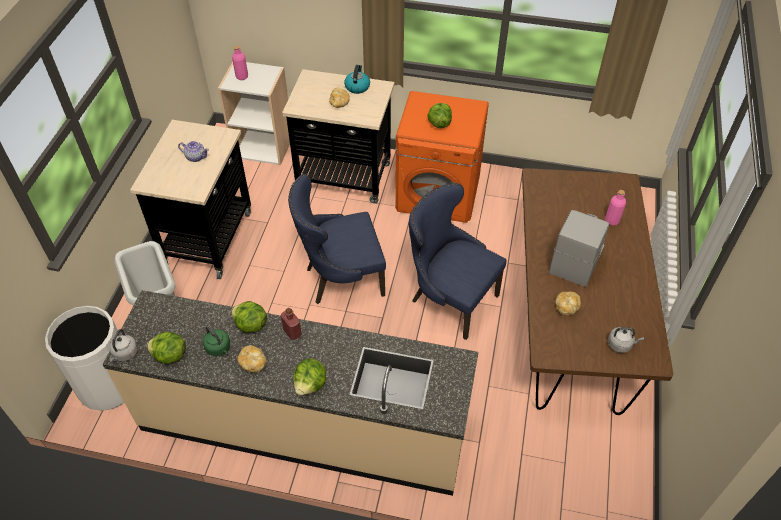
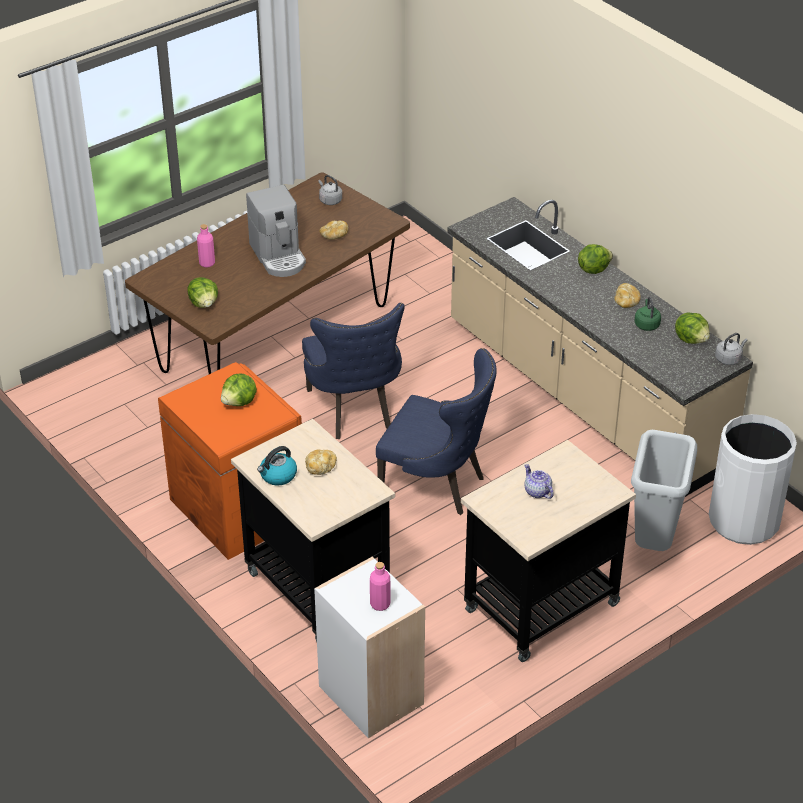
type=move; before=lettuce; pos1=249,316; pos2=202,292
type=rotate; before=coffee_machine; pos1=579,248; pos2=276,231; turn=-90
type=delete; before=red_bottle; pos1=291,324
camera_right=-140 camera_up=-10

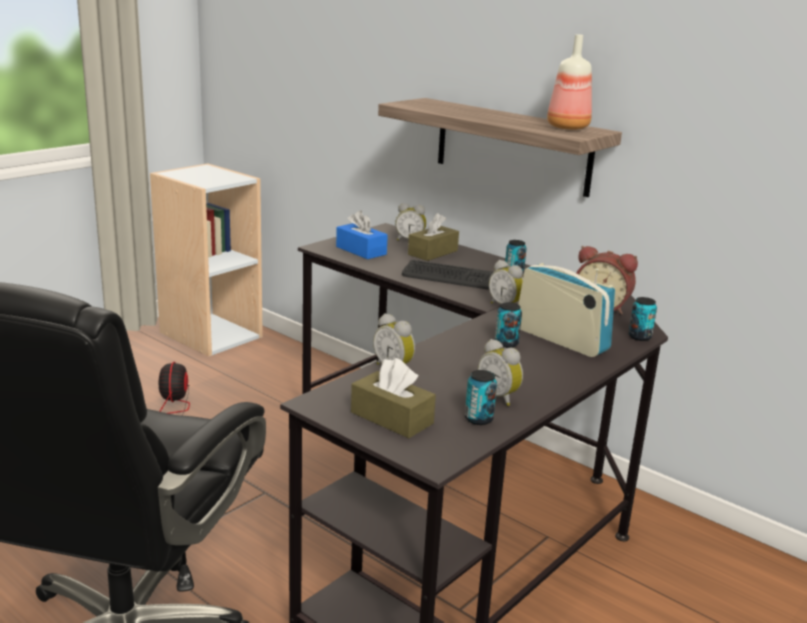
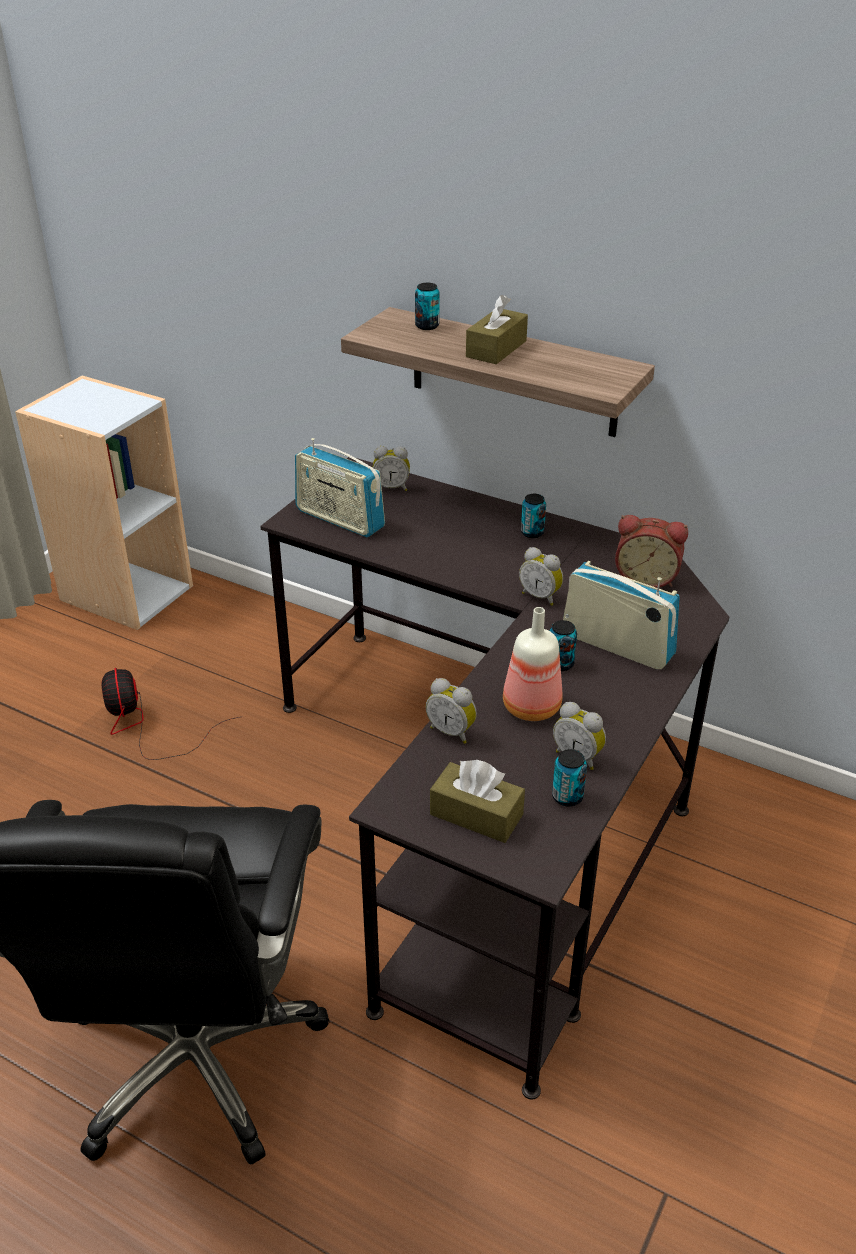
type=replace; before=blue_tissue_box; after=radio; pos1=362,235; pos2=340,487
type=move; before=can; pos1=643,319; pos2=427,306
type=move; before=brown_tissue_box; pos1=433,237; pos2=497,329
type=move; before=bottle; pos1=569,82; pos2=532,664
type=delete; before=keyboard; pos1=447,275
camera_right=-10 camera_up=15

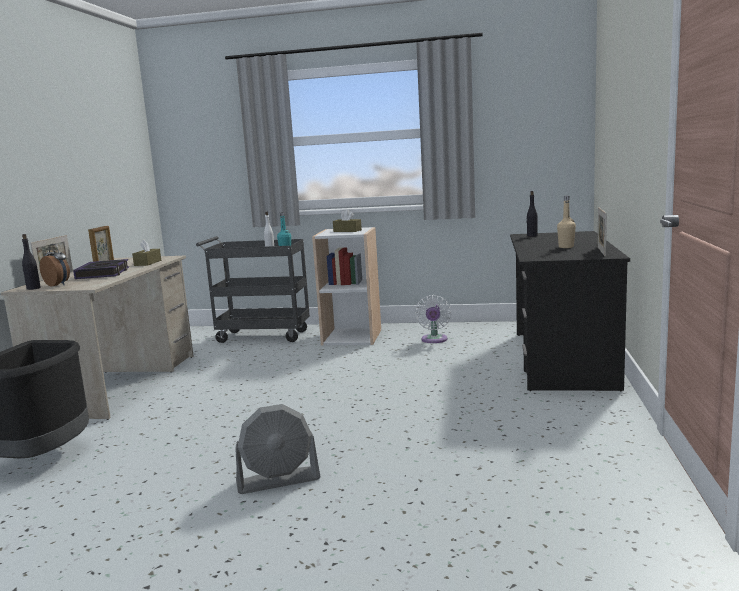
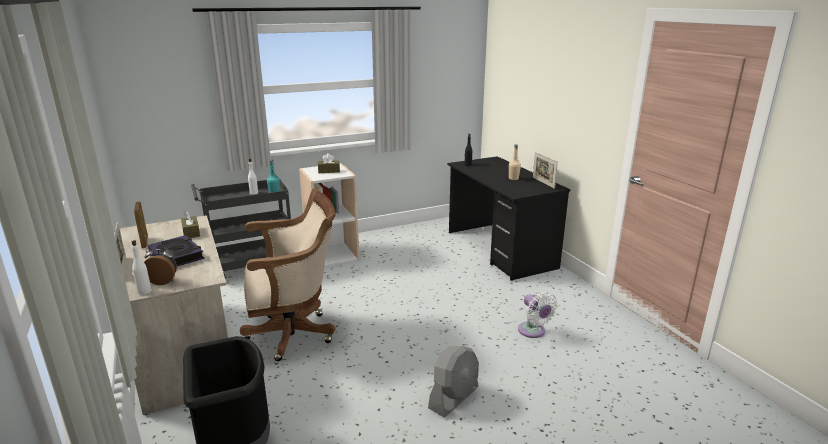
type=recolor; before=black_bottle; after=white_bottle; pos1=31,262; pos2=141,267
type=insert; after=office_chair; pos2=288,274
type=move; before=white_fan; pos1=433,319; pos2=538,315
camera_right=-35 camera_up=10

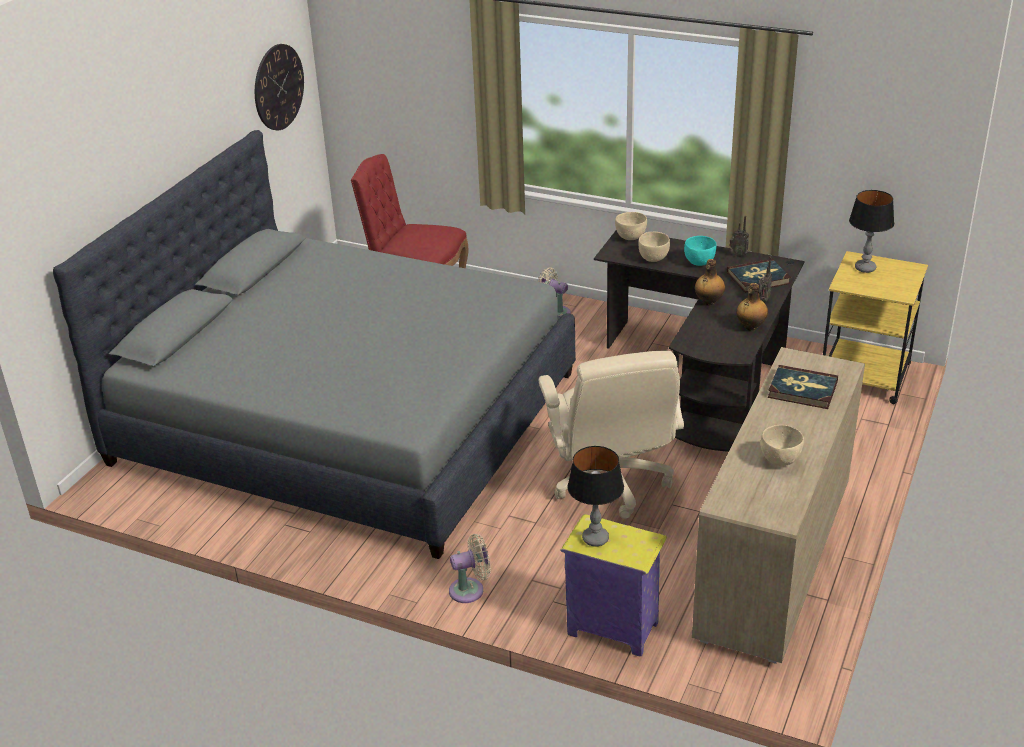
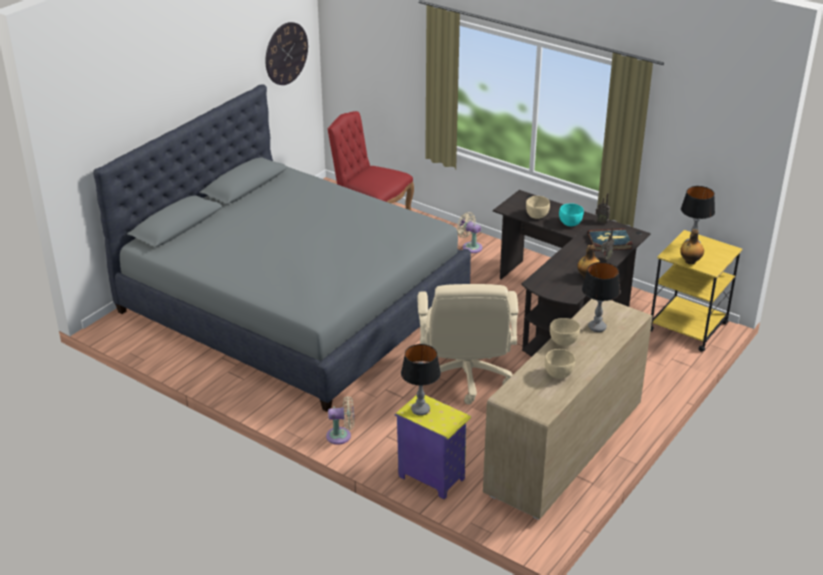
type=move; before=beige_bowl; pos1=631,226; pos2=565,332
type=replace; before=book; after=table_lamp; pos1=803,387; pos2=601,297
type=move; before=bottle; pos1=710,282; pos2=692,246
camera_right=10 camera_up=0

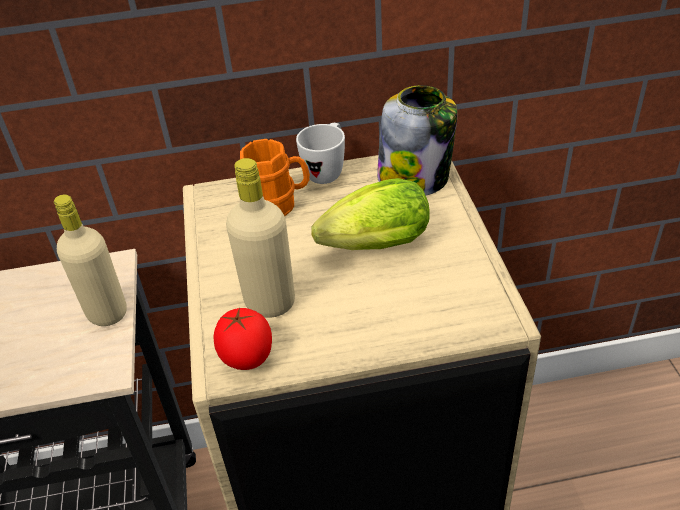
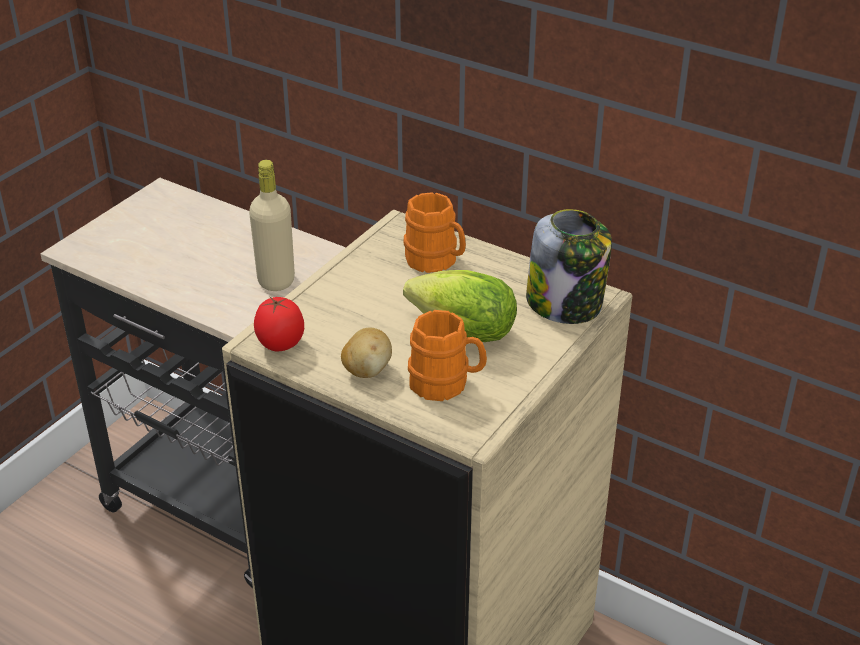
type=insert; after=potato; pos2=366,352
type=insert; after=orange_mug; pos2=447,355
type=delete; before=beige_bottle; pos1=260,238
type=delete; before=white_mug; pos1=320,153
camera_right=40 camera_up=-5

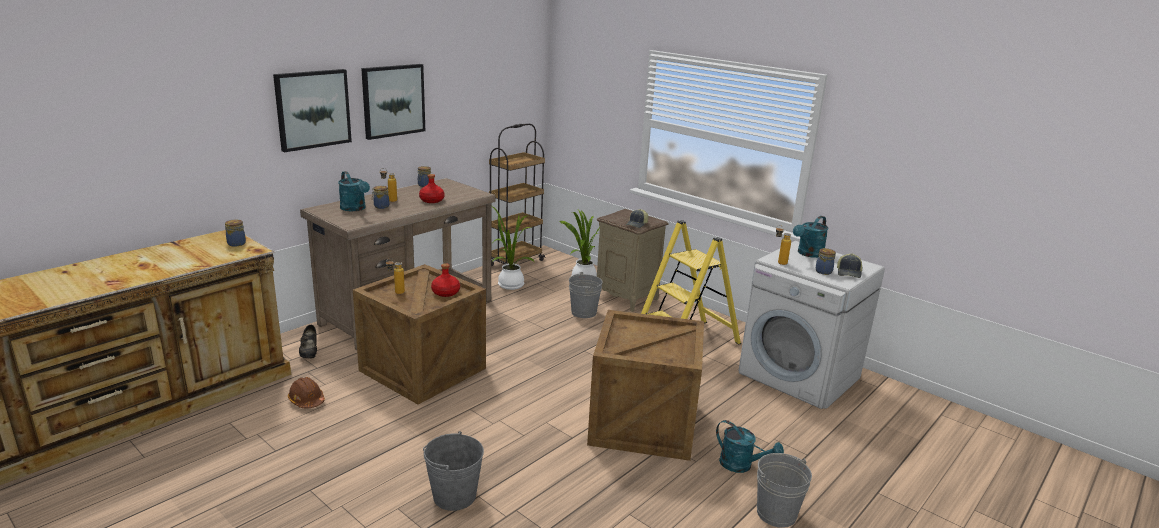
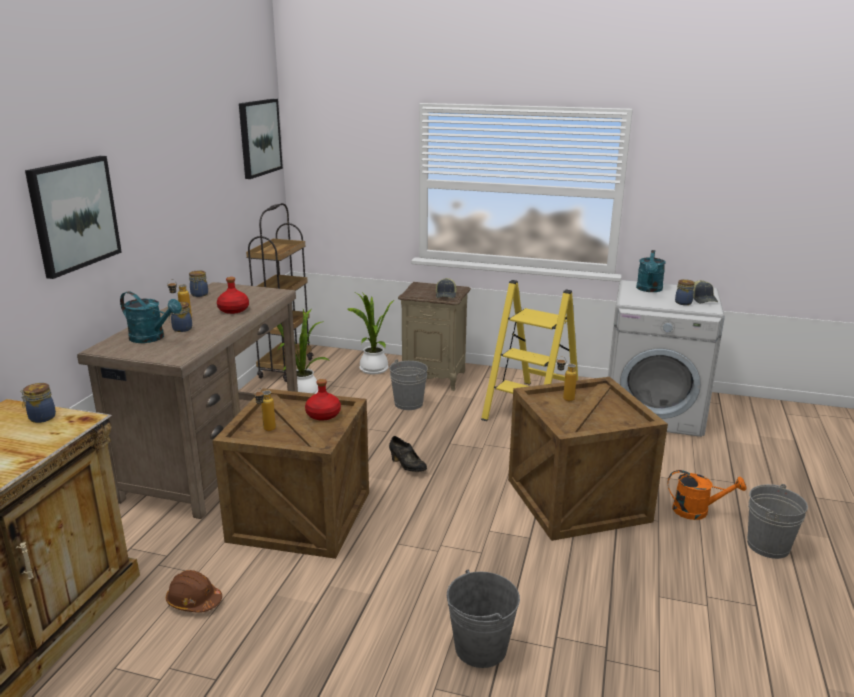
type=move; before=picture; pos1=393,102; pos2=261,139
type=move; before=black_shoe; pos1=308,342; pos2=408,454
type=move; before=bottle; pos1=783,245; pos2=566,378
type=recolor; before=turquoise_watering_can; after=orange_watering_can; pos1=750,446; pos2=707,495
camera_right=-25 camera_up=0

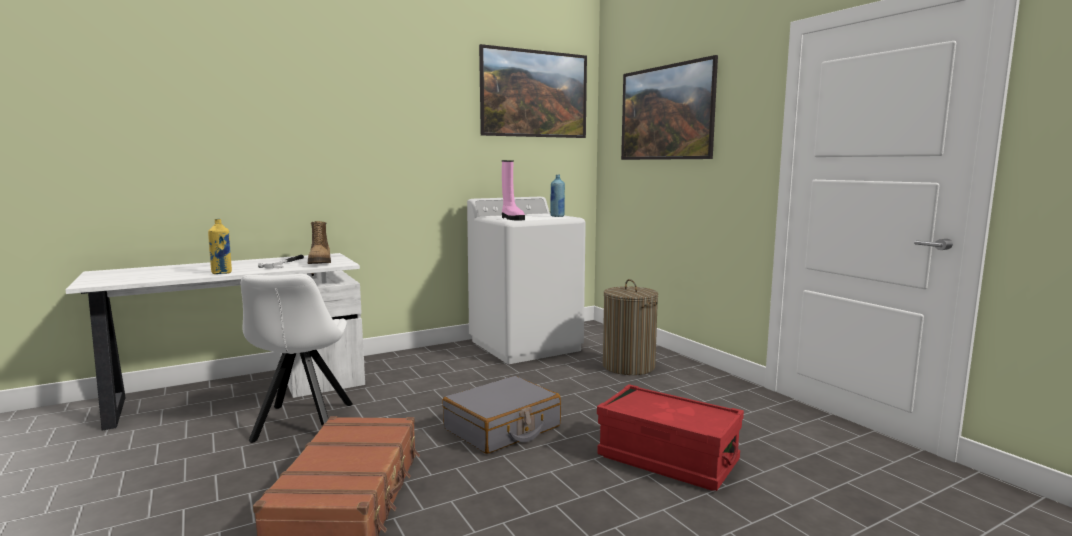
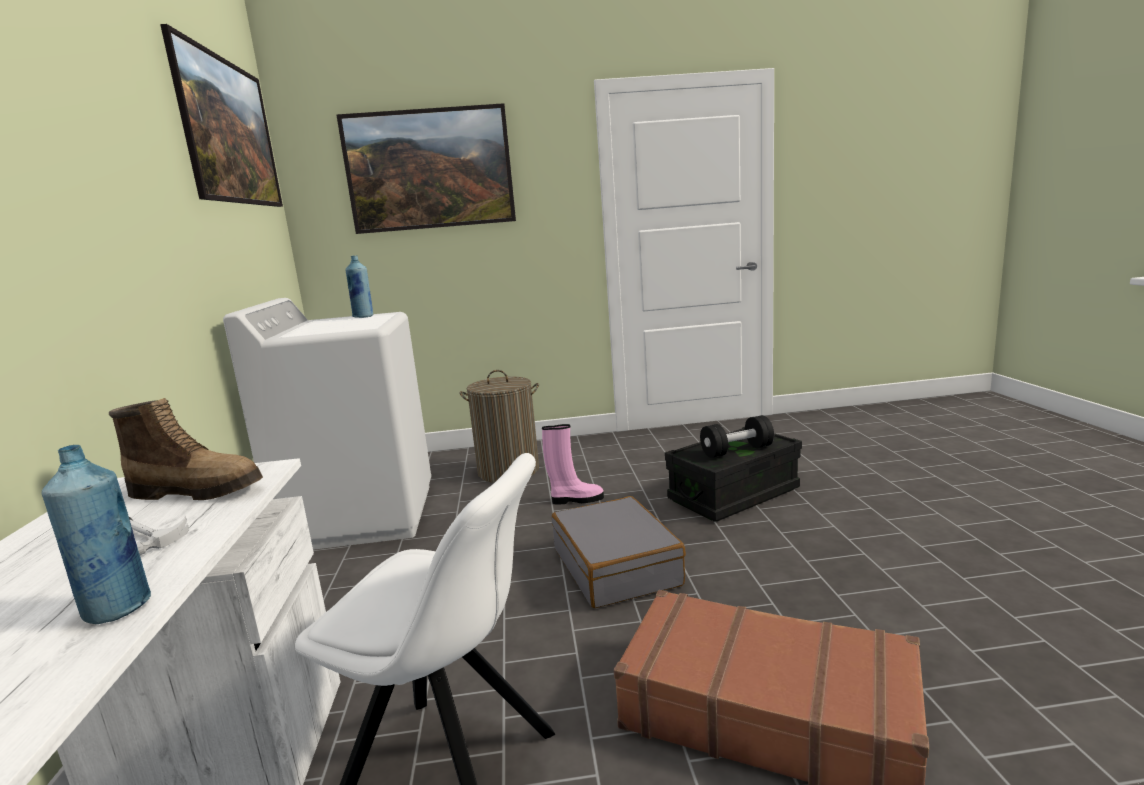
type=recolor; before=yellow_bottle; after=blue_bottle; pos1=220,246; pos2=96,534
type=move; before=pink_boot; pos1=513,190; pos2=573,464
type=recolor; before=red_storage_box; after=black_storage_box; pos1=670,437; pos2=733,474
type=insert; after=black_dumbbell; pos2=737,436
camera_right=-65 camera_up=5

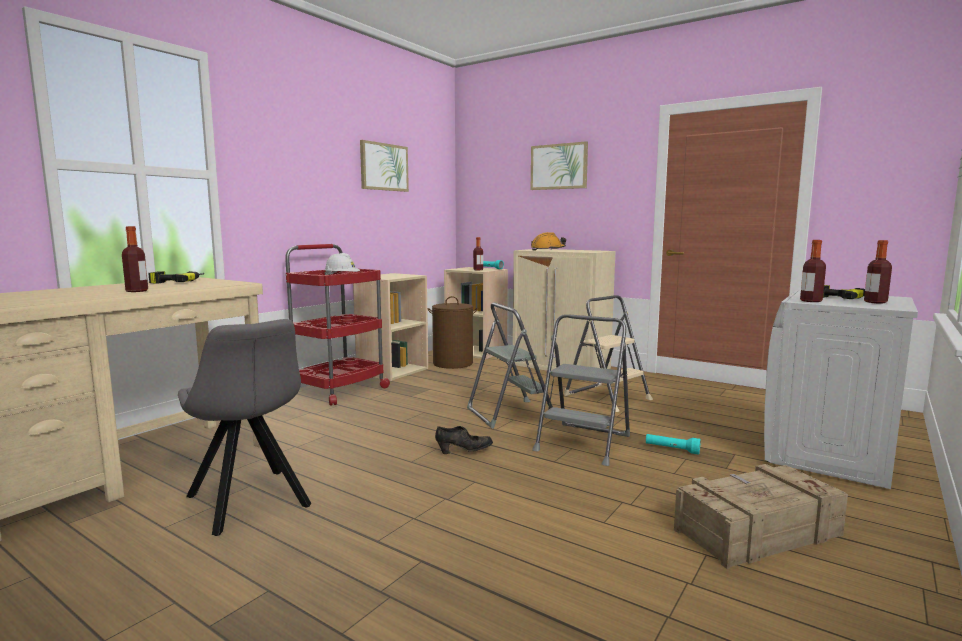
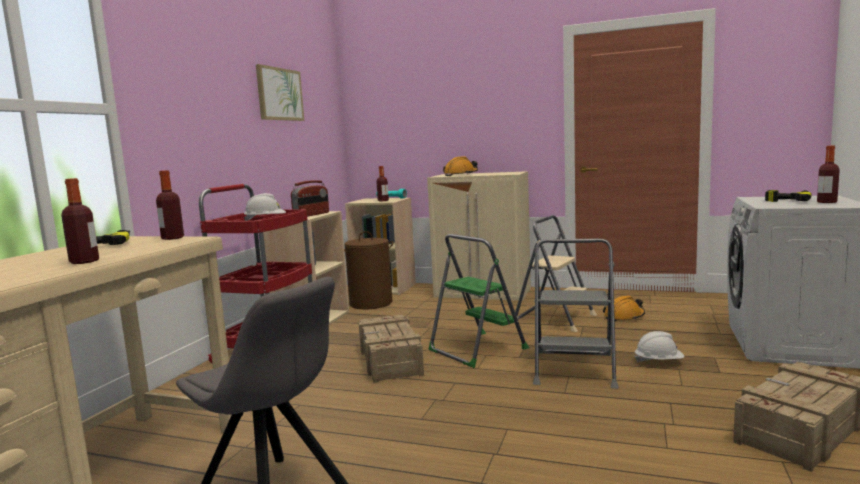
type=move; before=bottle; pos1=813,271; pos2=170,205
type=insert; after=radio; pos2=310,198
type=insert; after=crate; pos2=391,349
type=recolor; before=grey_step_ladder; after=green_step_ladder; pos1=510,366; pos2=479,301
type=insert; after=orange_hard_hat; pos2=624,308
type=replace; before=turquoise_flashlight; after=white_hard_hat; pos1=673,444; pos2=659,346
type=delete; before=black_shoe; pos1=464,440
type=delete; before=picture; pos1=559,165
camera_right=-15 camera_up=0

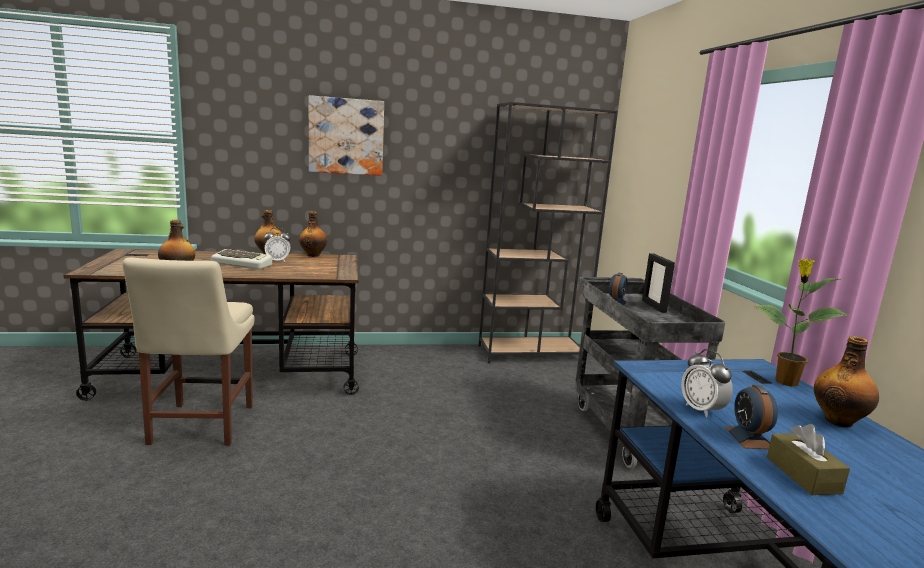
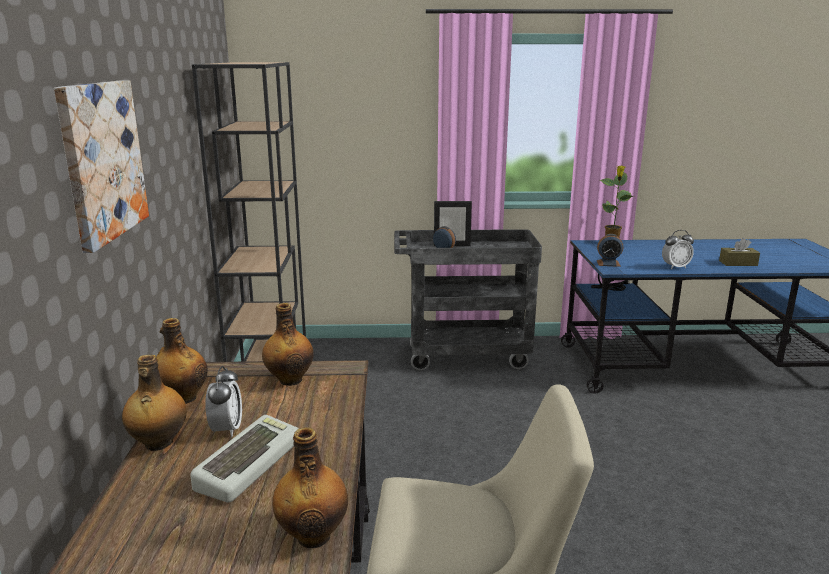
type=move; before=bottle; pos1=846,382; pos2=288,344
type=move; before=alarm_clock; pos1=751,417; pos2=610,250
camera_right=-80 camera_up=5

